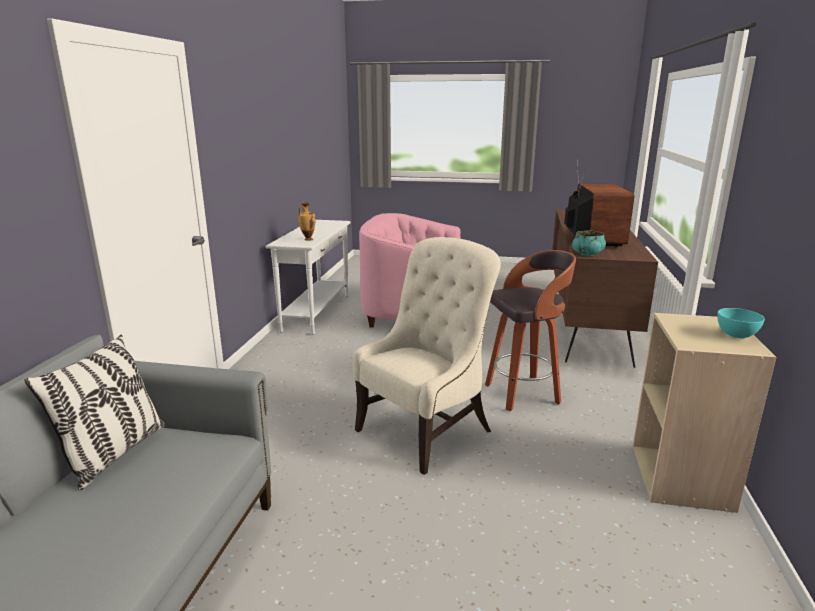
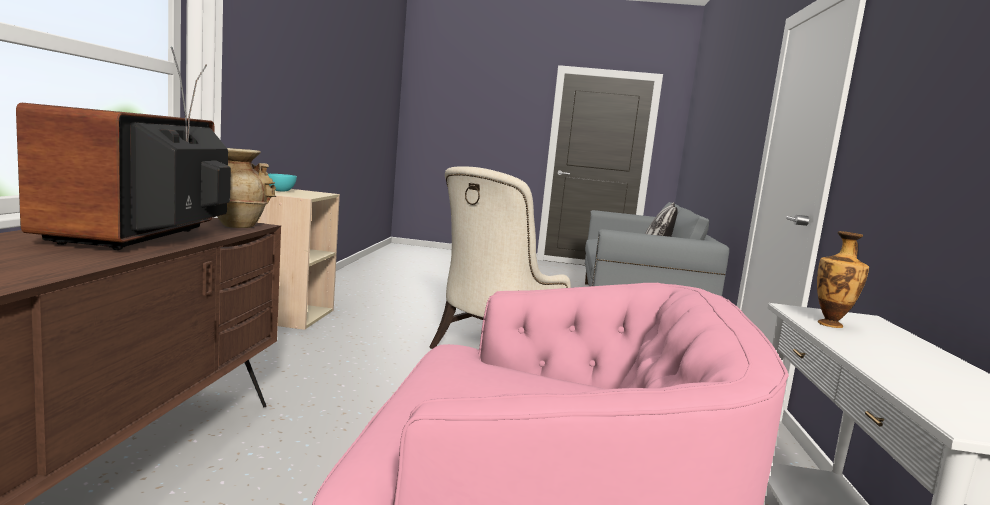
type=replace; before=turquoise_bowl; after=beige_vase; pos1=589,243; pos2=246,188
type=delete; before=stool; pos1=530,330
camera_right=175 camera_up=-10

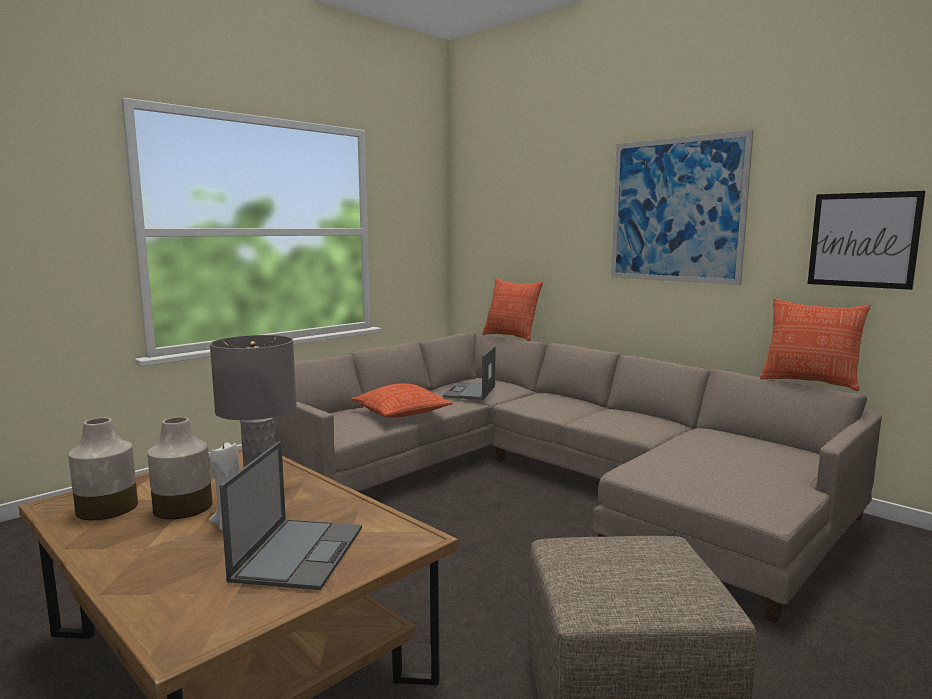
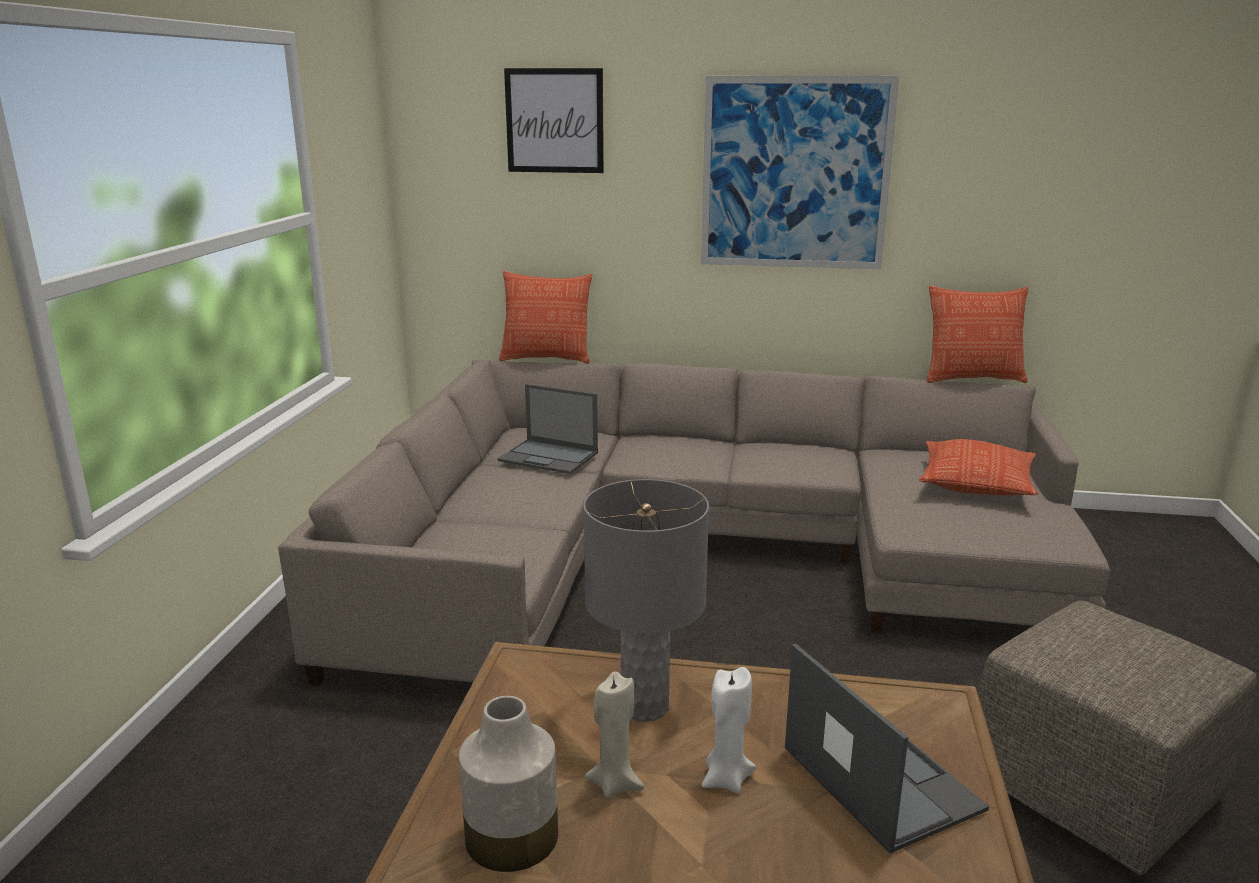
type=rotate; before=laptop; pos1=469,373; pos2=548,429; turn=-45
type=move; before=picture; pos1=867,240; pos2=554,120
type=replace; before=beige_vase; after=beige_candle; pos1=180,468; pos2=614,735
type=move; before=orange_pillow; pos1=402,400; pos2=978,467
camera_right=-35 camera_up=10

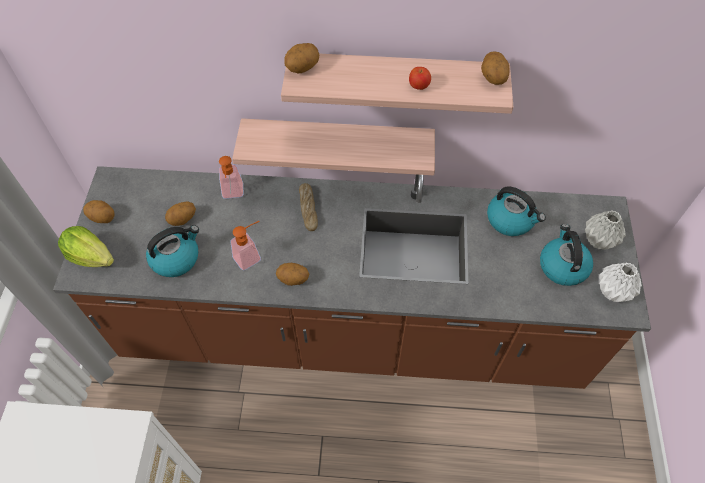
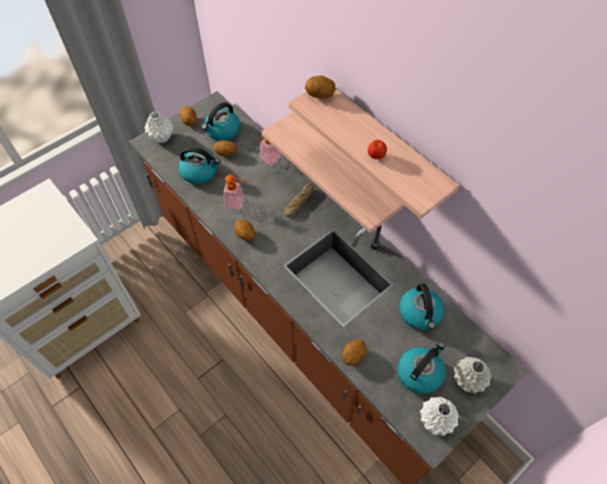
type=replace; before=lettuce; after=white_vase; pos1=86,246; pos2=159,127
type=insert; after=kettle; pos2=221,121
type=move; before=potato; pos1=495,68; pos2=354,352
camera_right=45 camera_up=0

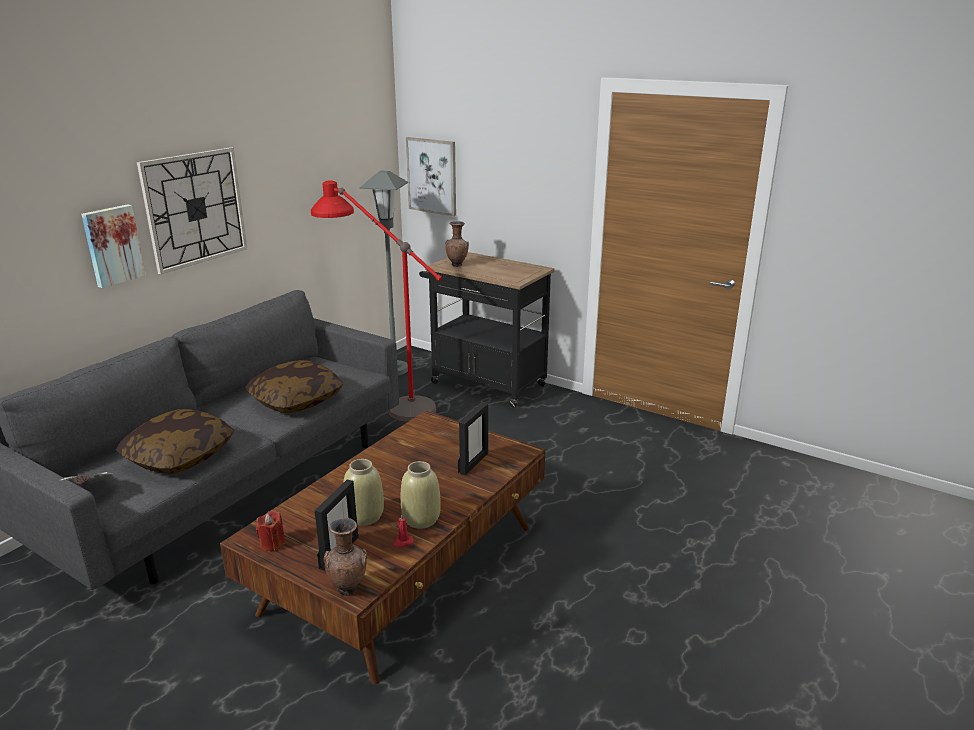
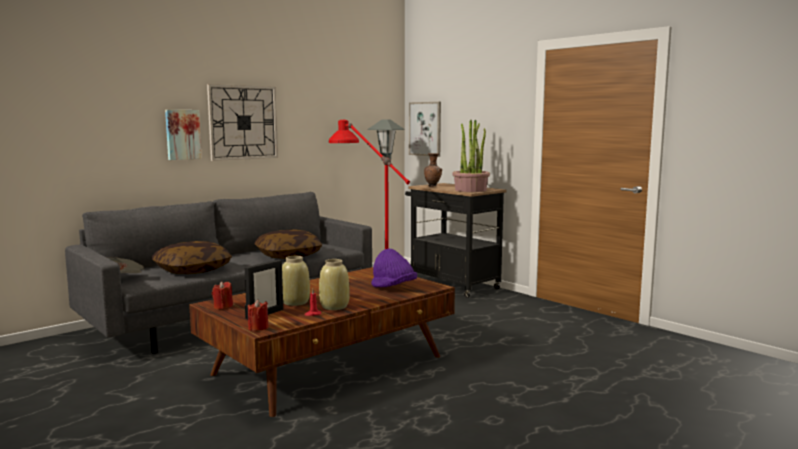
type=replace; before=brown_vase; after=red_candle; pos1=345,557; pos2=258,315
type=replace; before=picture_frame; after=purple_hat; pos1=473,438; pos2=394,268
type=insert; after=potted_plant; pos2=471,155
camera_right=15 camera_up=-15

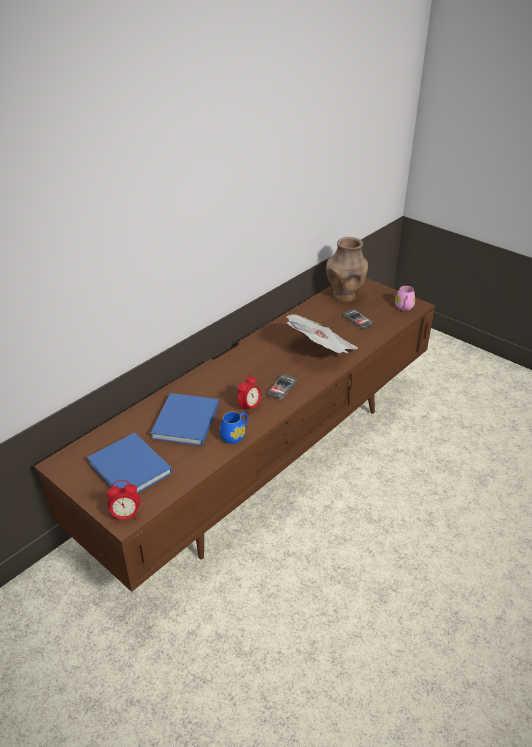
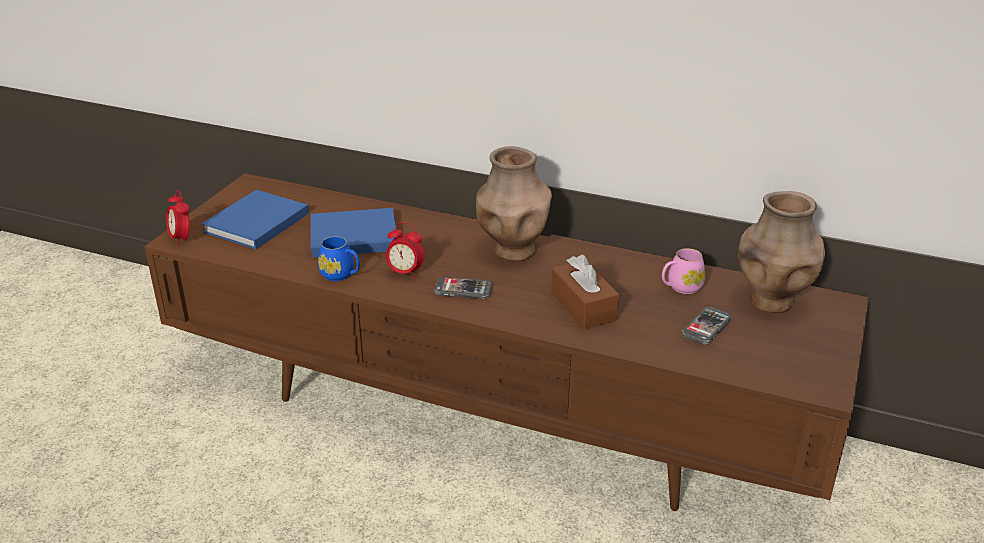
type=insert; after=brown_vase; pos2=514,204
type=replace; before=newspaper; after=brown_tissue_box; pos1=322,334; pos2=585,292
type=move; before=pink_mug; pos1=405,298; pos2=683,271
camera_right=70 camera_up=-5

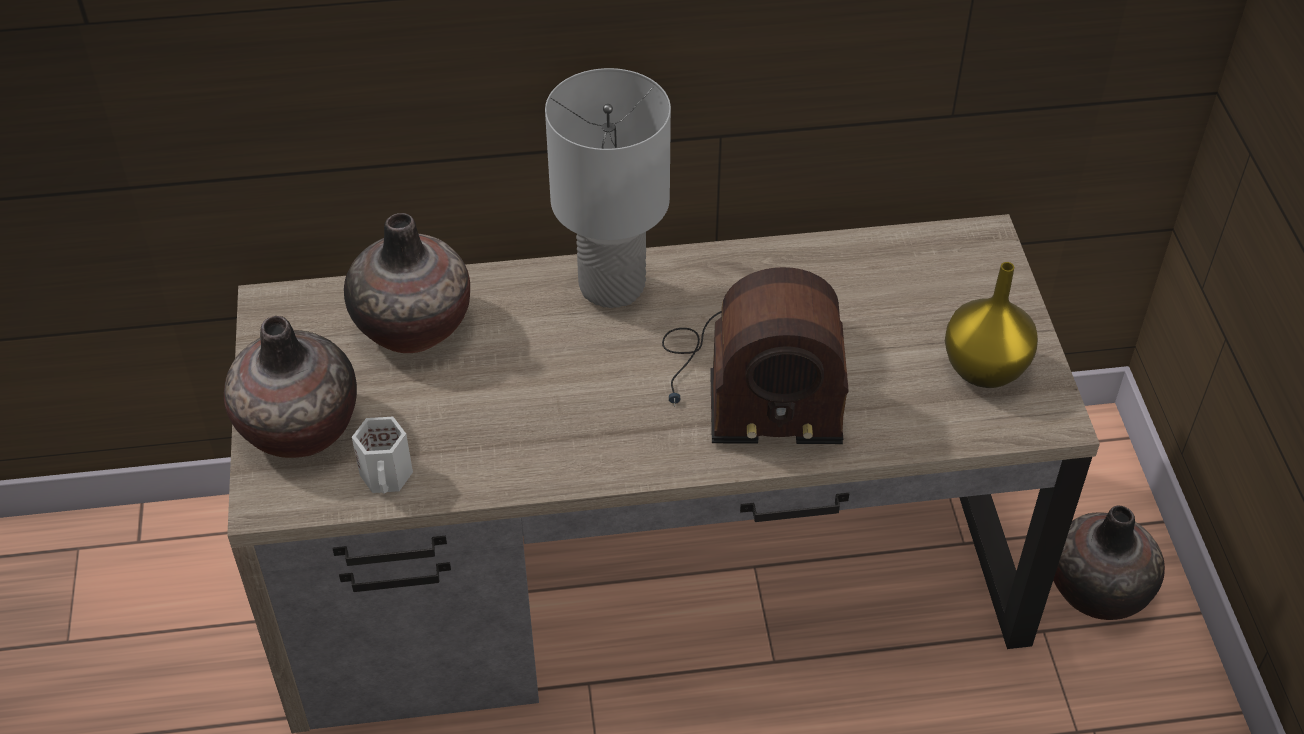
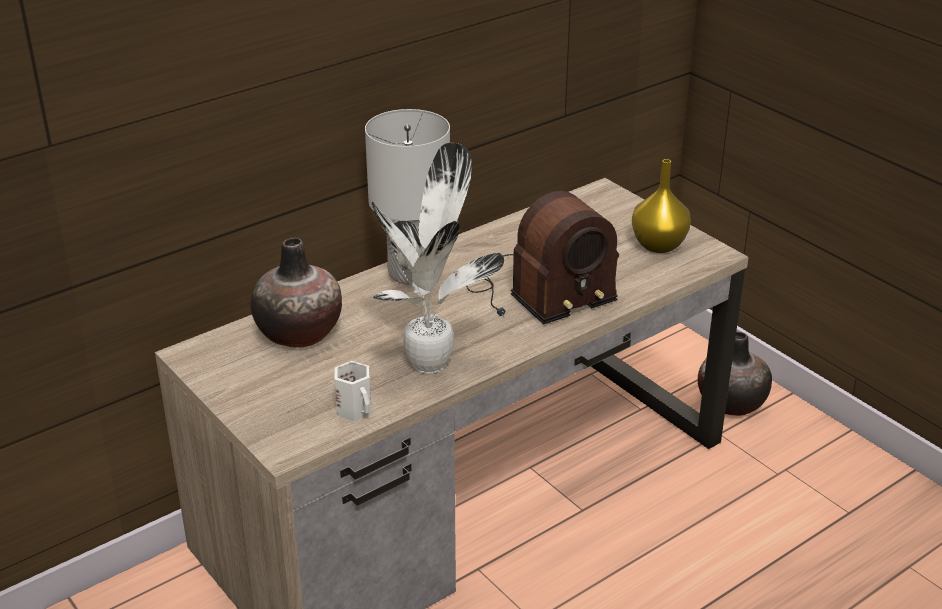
type=insert; after=potted_plant; pos2=437,258
type=delete; before=vase; pos1=290,387
camera_right=-30 camera_up=-15

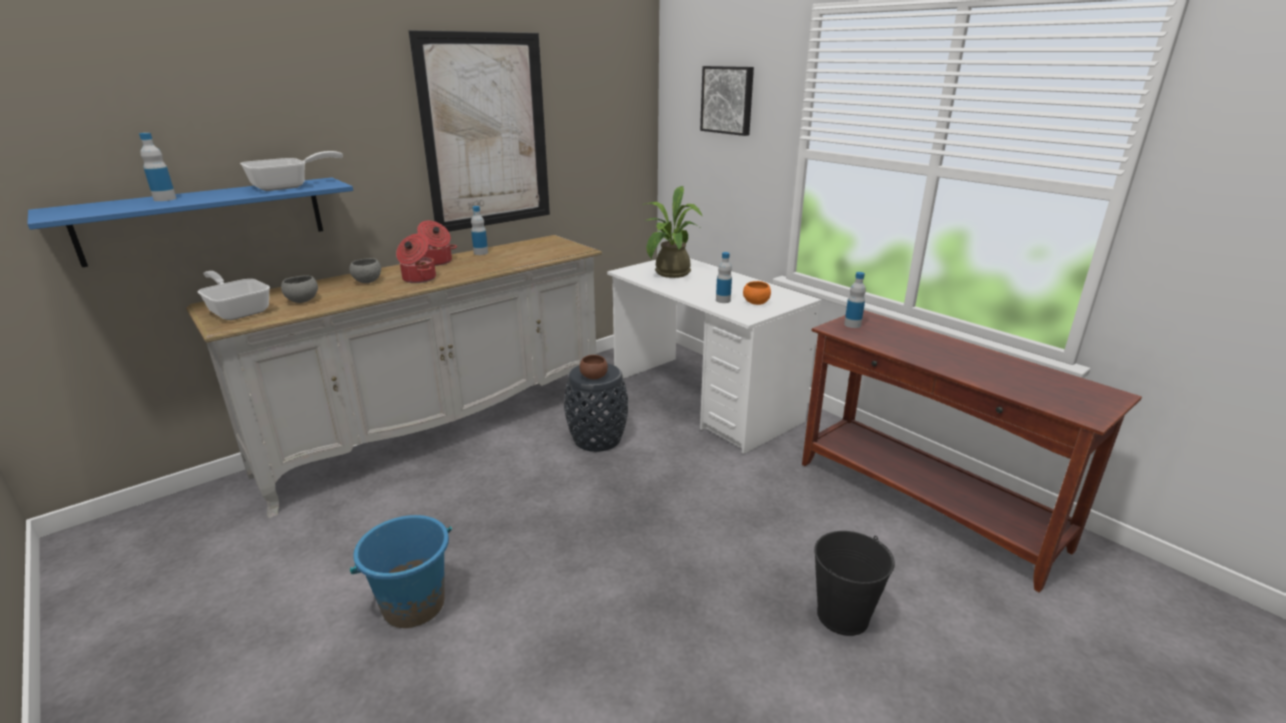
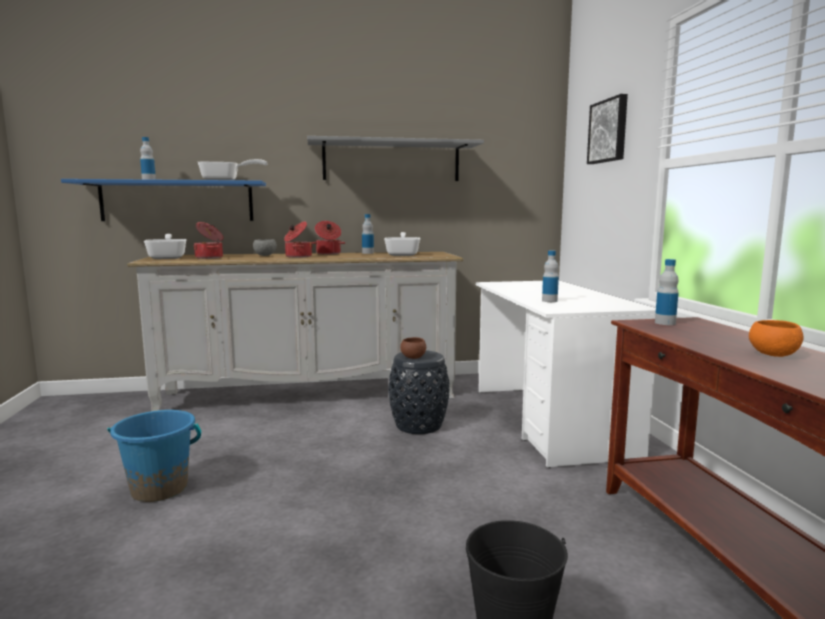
type=replace; before=grey_bowl; after=cooking_pot; pos1=299,289; pos2=208,240
type=replace; before=picture; after=grey_shelf; pos1=479,131; pos2=395,158
type=insert; after=frying_pan; pos2=402,244
type=move; before=orange_bowl; pos1=757,293; pos2=776,338
type=delete; before=potted_plant; pos1=672,232
camera_right=30 camera_up=-15

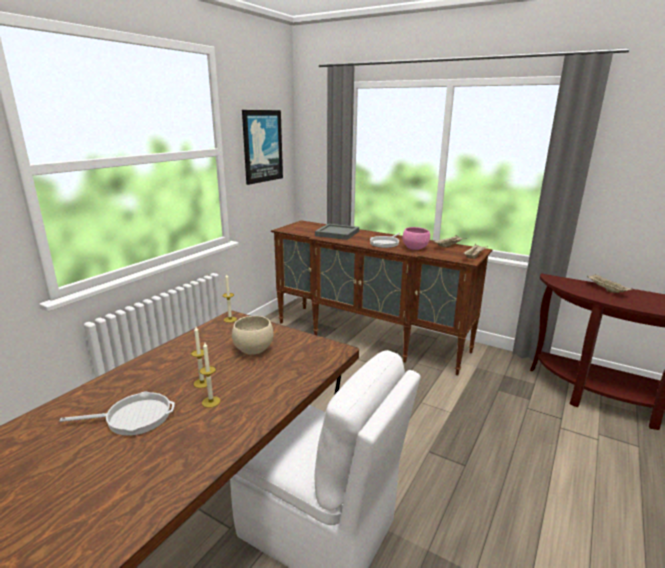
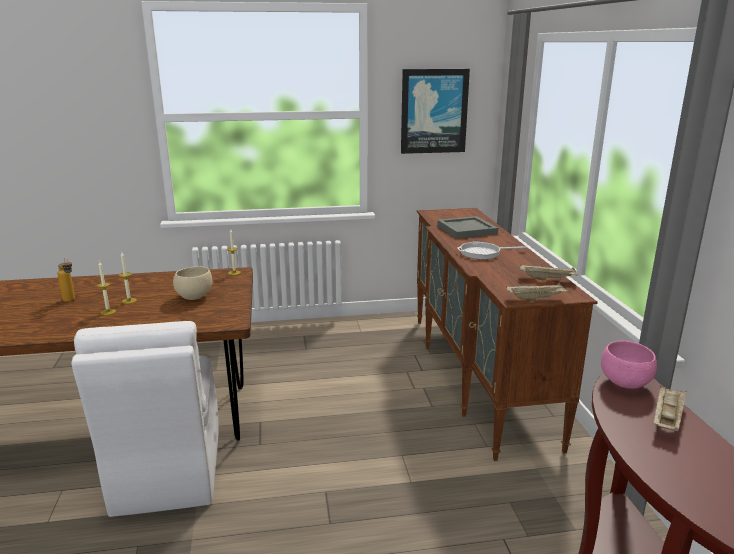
type=replace; before=frying_pan; after=bottle; pos1=117,413; pos2=66,280
type=move; before=pink_bowl; pos1=416,238; pos2=629,365
camera_right=50 camera_up=0

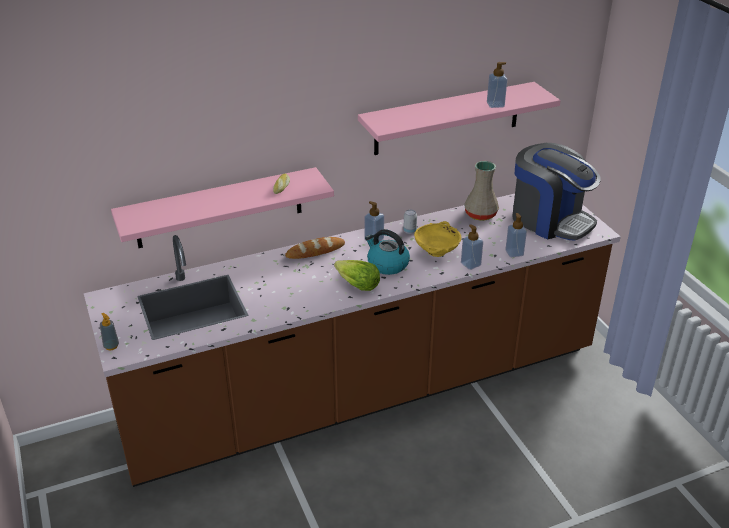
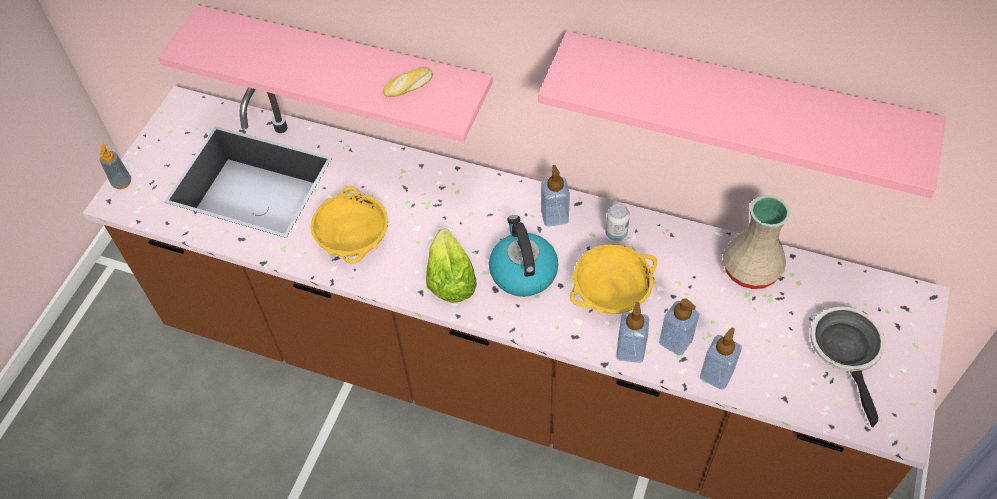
type=insert; after=yellow_bowl; pos2=349,224
type=move; before=soap_dispenser; pos1=497,85; pos2=679,327
type=replace; before=coffee_machine; after=frying_pan; pos1=557,191; pos2=847,367
type=delete; before=bread; pos1=315,248
camera_right=45 camera_up=20

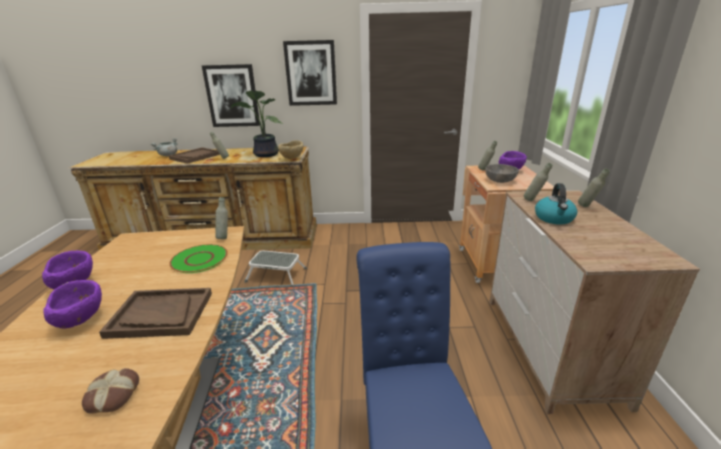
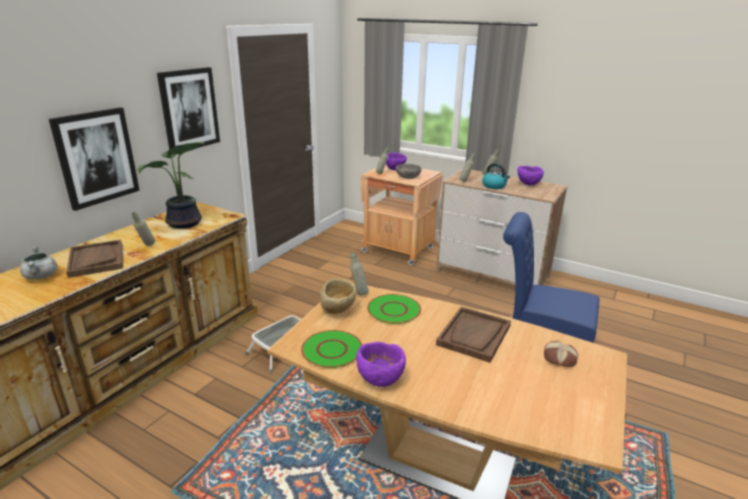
type=insert; after=green_plate; pos2=331,349
type=move; before=beige_bowl; pos1=291,149; pos2=338,296
type=move; before=purple_bowl; pos1=72,304; pos2=530,175
camera_right=-60 camera_up=0

